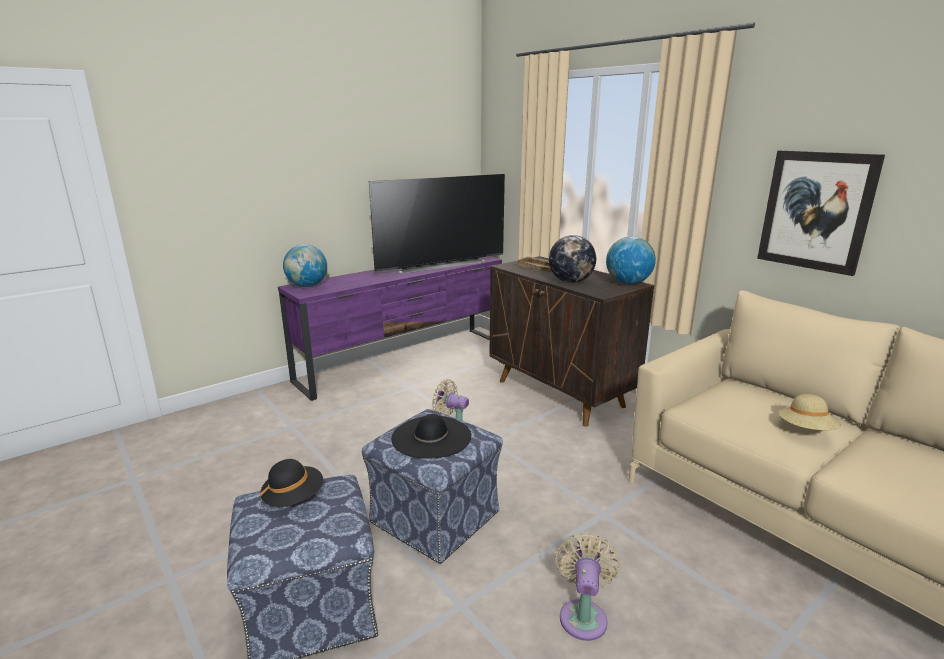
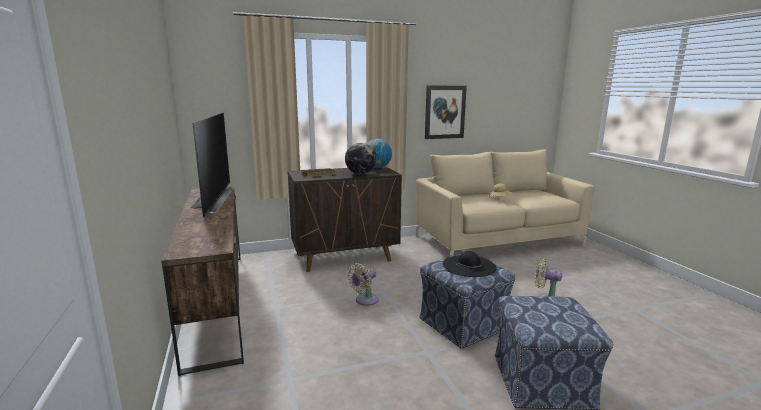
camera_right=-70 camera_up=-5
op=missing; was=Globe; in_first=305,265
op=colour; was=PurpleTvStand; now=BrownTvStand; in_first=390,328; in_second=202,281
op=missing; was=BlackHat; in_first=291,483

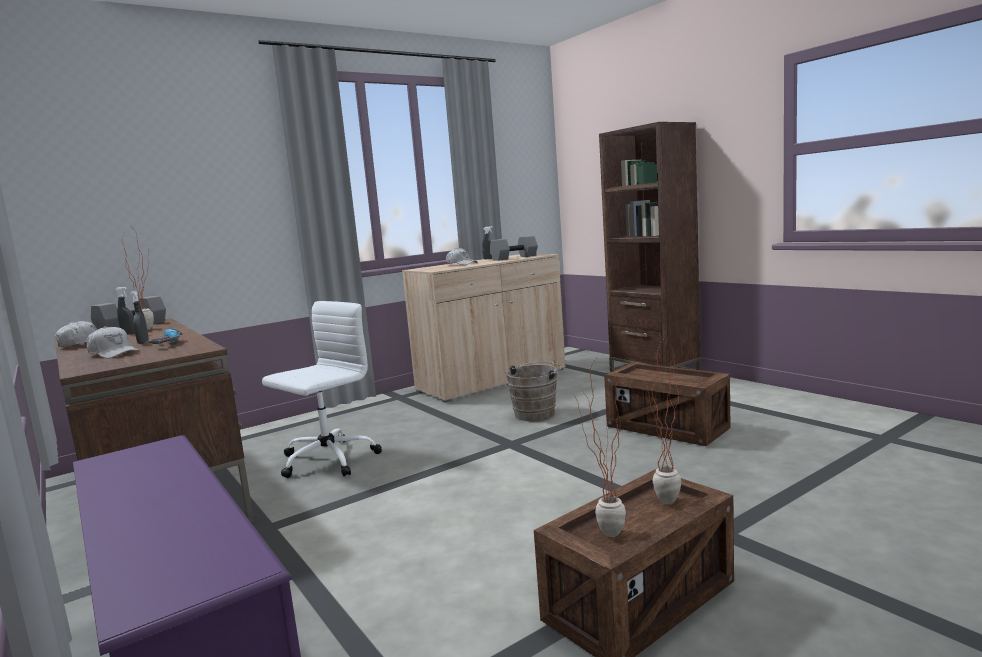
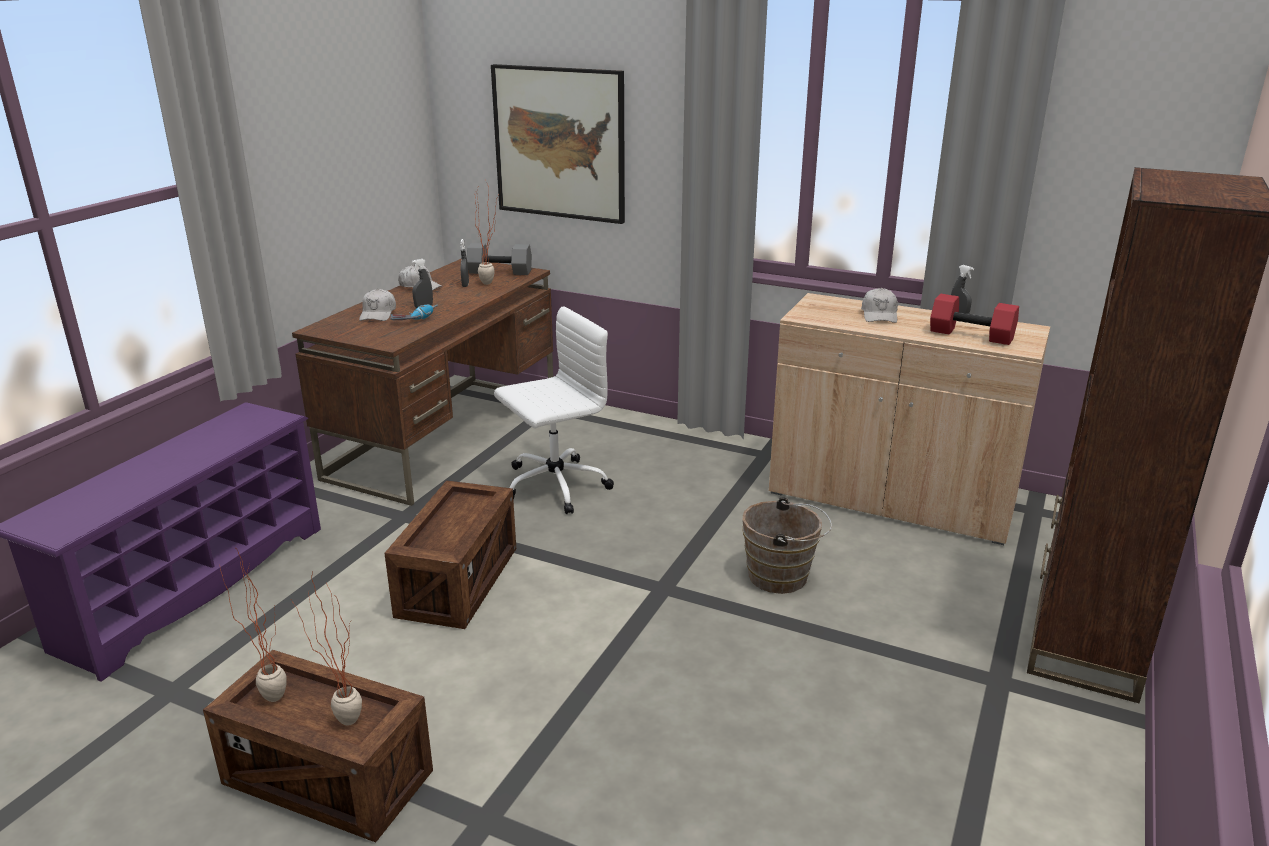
camera_right=60 camera_up=15
op=colour; was=GreyDumbbell; now=RedDumbbell; in_first=513,248; in_second=974,319
op=spun; was=WhiteOfficeChair; in_first=322,389; in_second=554,410; clockwise=-45
op=relocated; was=Crate; in_first=667,404; in_second=450,554
op=appeared; now=Picture; in_second=558,144

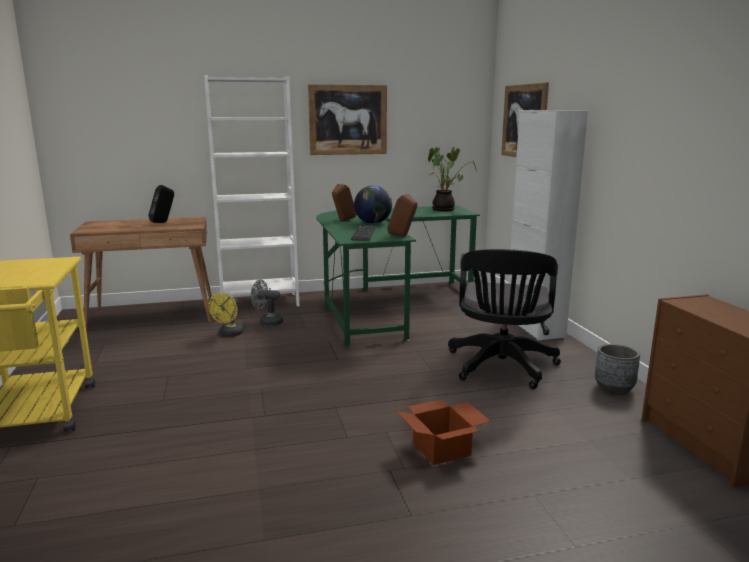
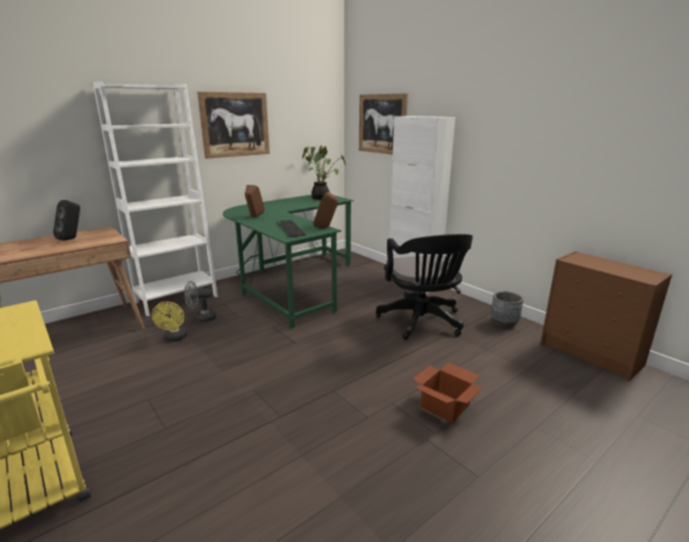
camera_right=-25 camera_up=5
op=missing; was=Globe; in_first=373,205

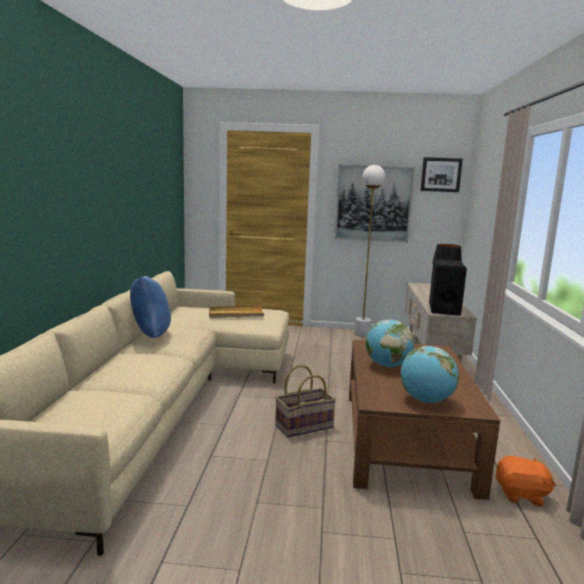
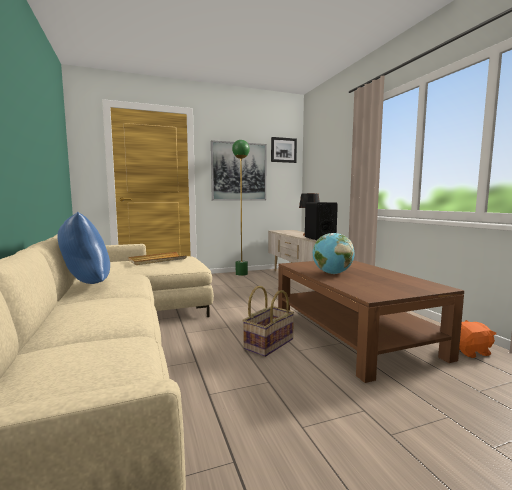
camera_right=-25 camera_up=-5
op=colour; was=WhiteFloorLamp; now=GreenFloorLamp; in_first=370,251; in_second=241,208
op=missing; was=Globe; in_first=430,374

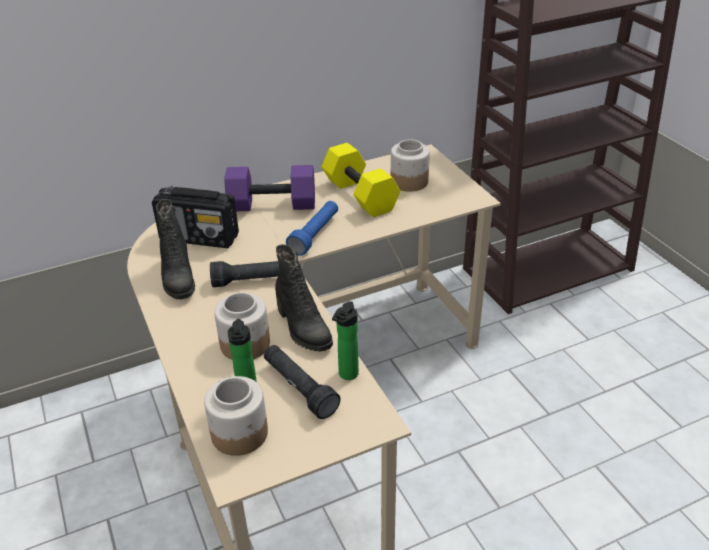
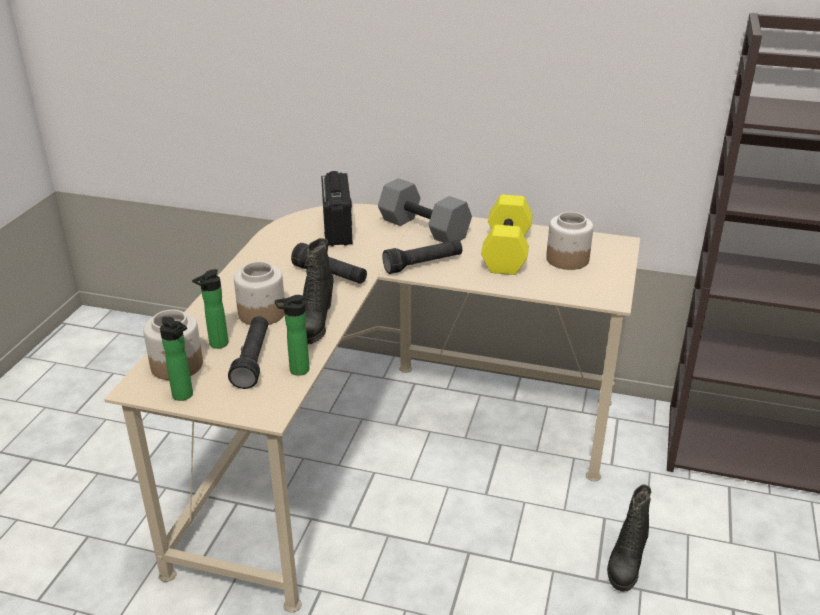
camera_right=40 camera_up=-5
op=colour; was=PurpleDumbbell; now=GreyDumbbell; in_first=269,188; in_second=425,210
op=spun; was=Radio; in_first=195,217; in_second=336,208; clockwise=-150
op=relocated; was=BlackBoot; in_first=175,249; in_second=629,538
op=colour; was=BlueFlashlight; now=BlackFlashlight; in_first=312,228; in_second=422,257
op=appeared; now=Bottle; in_second=176,359

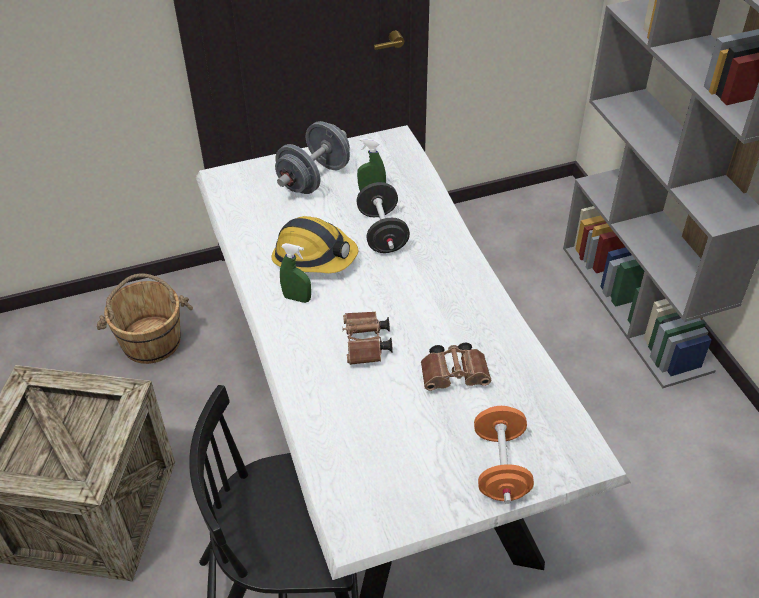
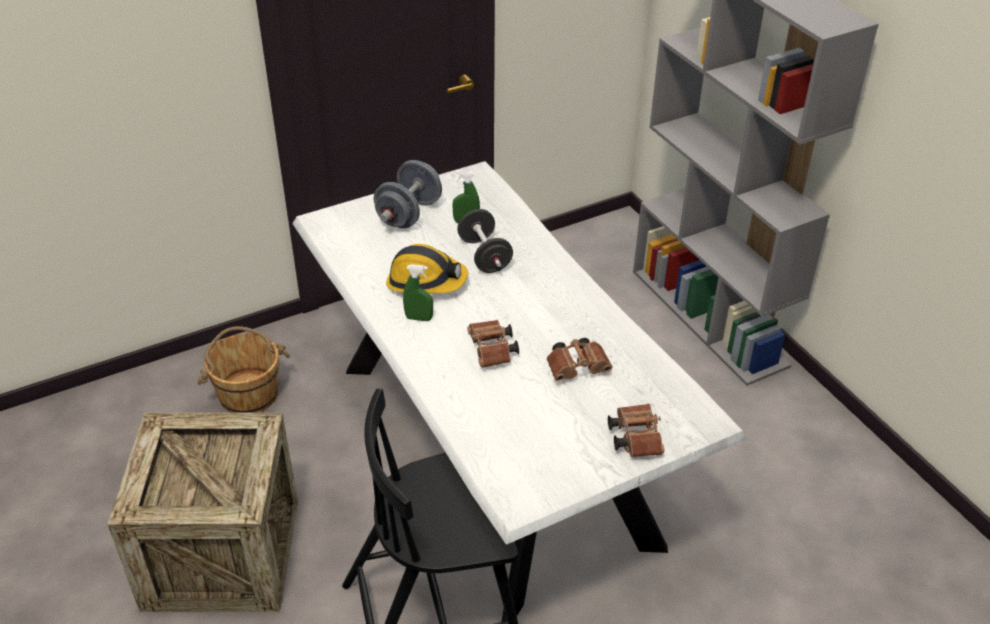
camera_right=-10 camera_up=-5
op=exchanged; was=OrangeDumbbell; now=BrownBinoculars; in_first=504,455; in_second=636,430

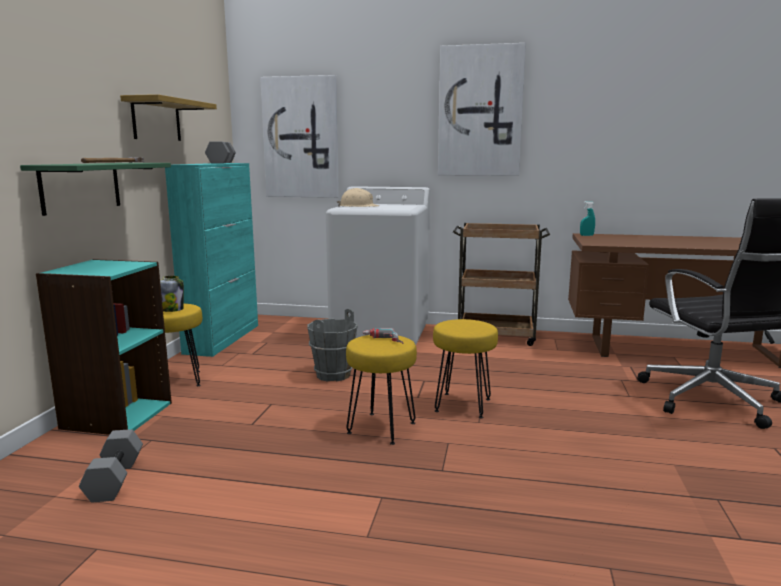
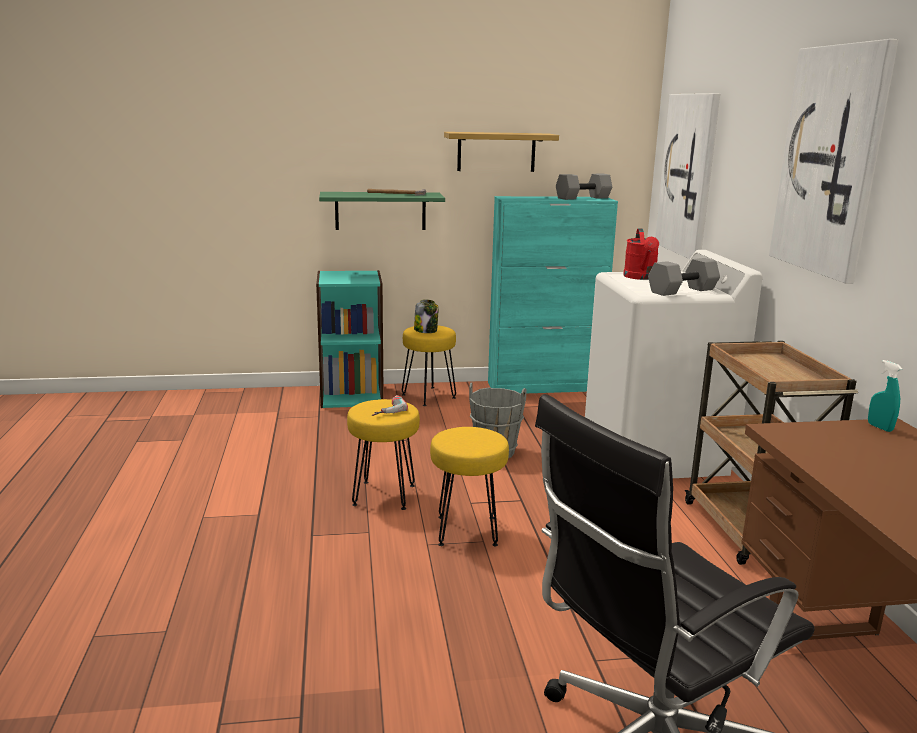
camera_right=70 camera_up=5
op=exchanged; was=BeigeHardHat; now=RedWateringCan; in_first=358,197; in_second=641,254
op=relocated; was=GreyDumbbell; in_first=111,465; in_second=684,277

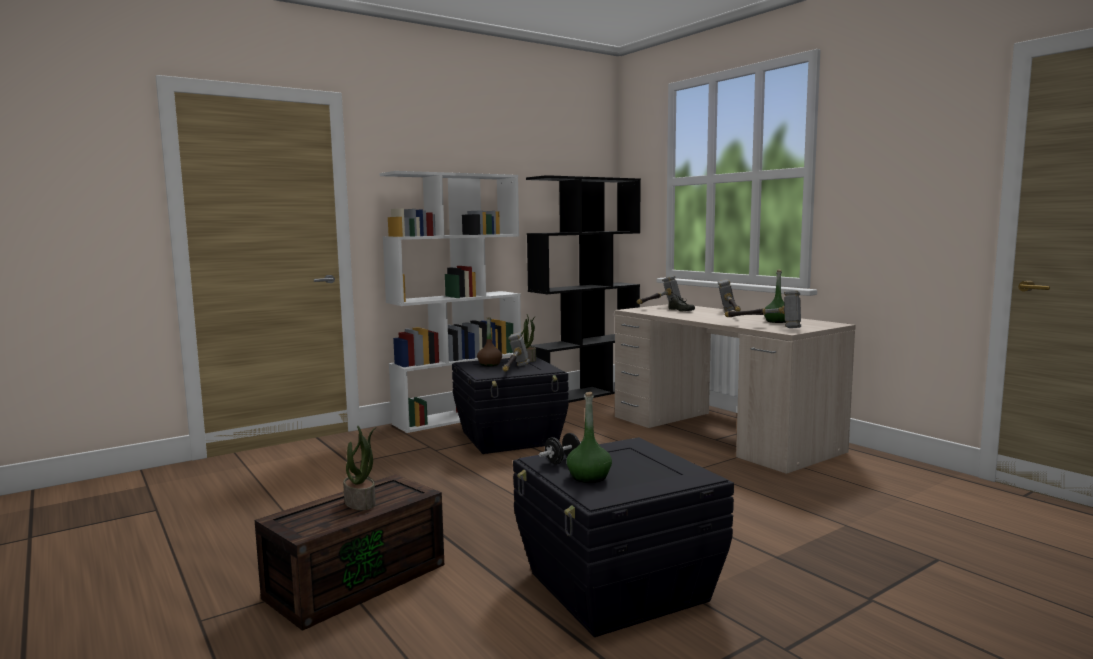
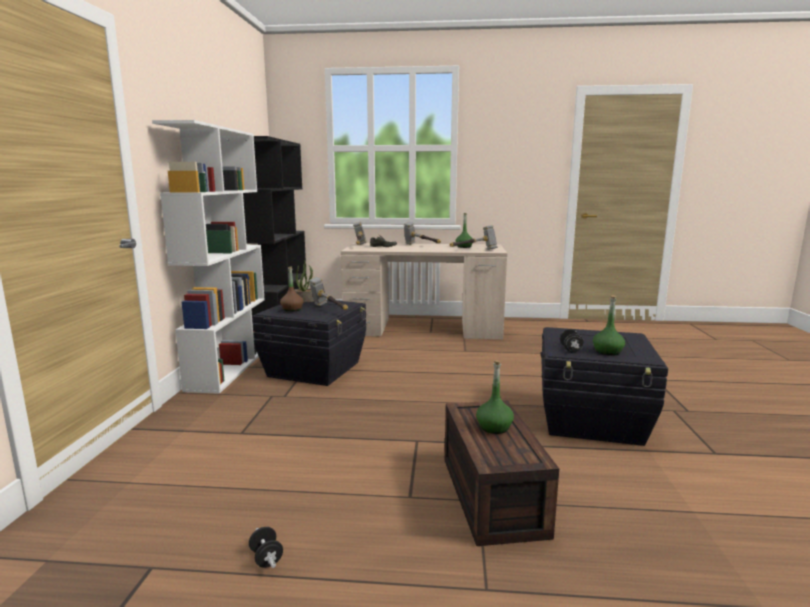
camera_right=-50 camera_up=5
op=exchanged; was=PottedPlant; now=GreenBottle; in_first=359,467; in_second=495,397
op=appeared; now=BlackDumbbell; in_second=266,547

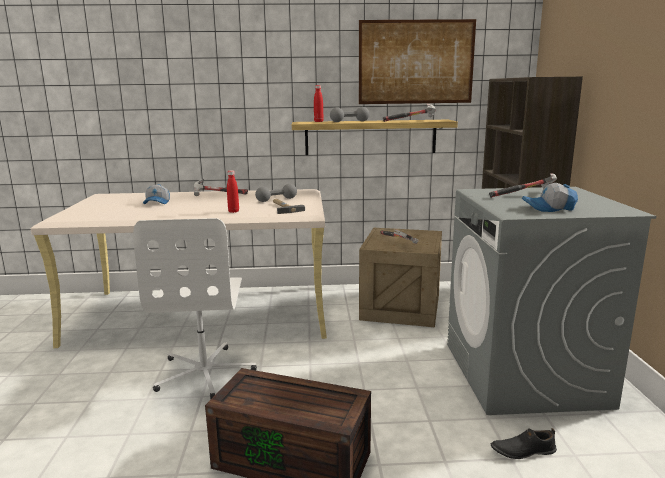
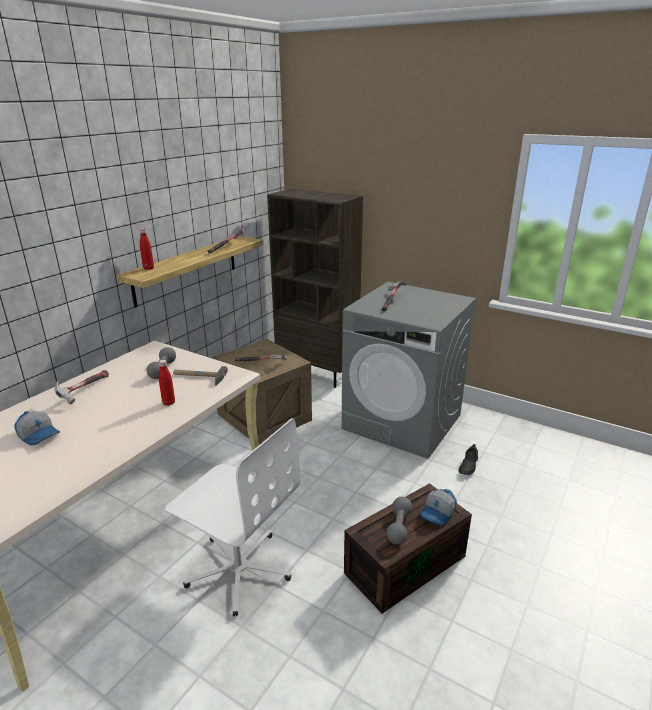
camera_right=-55 camera_up=10
op=missing; was=Picture; in_first=417,61
op=relocated; was=GreyDumbbell; in_first=350,114; in_second=399,521
op=relocated; was=Cap; in_first=550,197; in_second=438,507

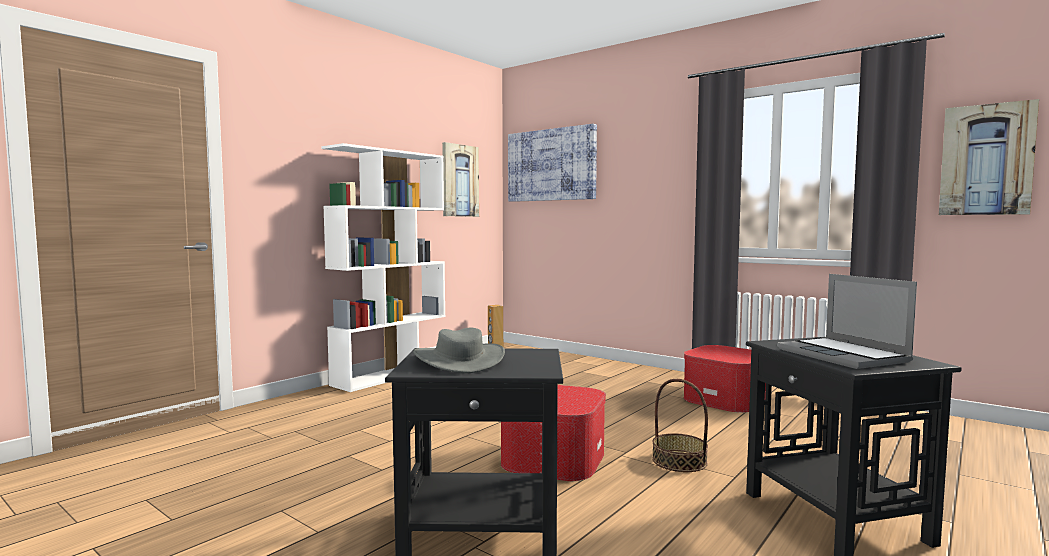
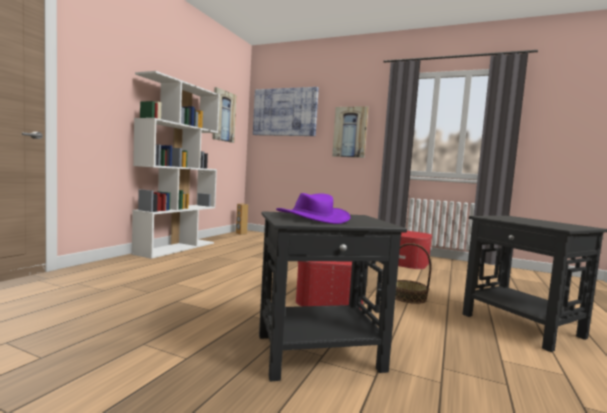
camera_right=-15 camera_up=0
op=relocated; was=Picture; in_first=989,157; in_second=350,132
op=missing; was=Laptop; in_first=847,321
op=colour; was=GreyHat; now=PurpleHat; in_first=459,350; in_second=313,208

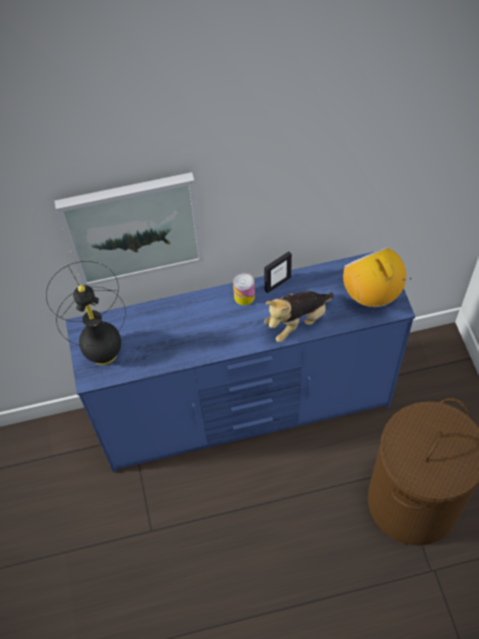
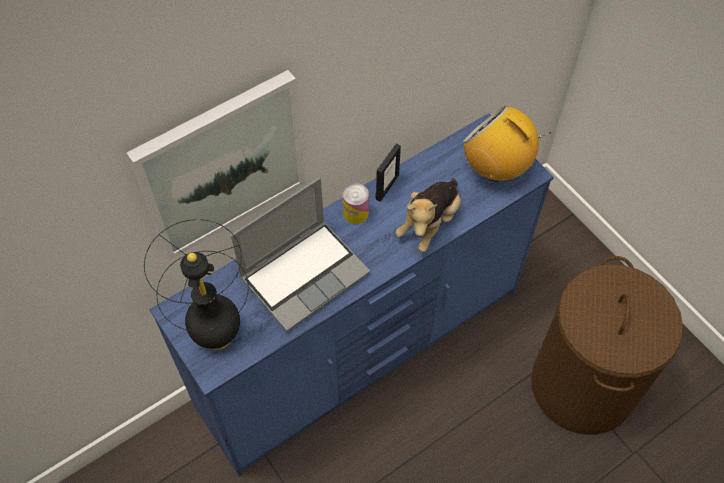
camera_right=-25 camera_up=0
op=appeared; now=Laptop; in_second=300,254

